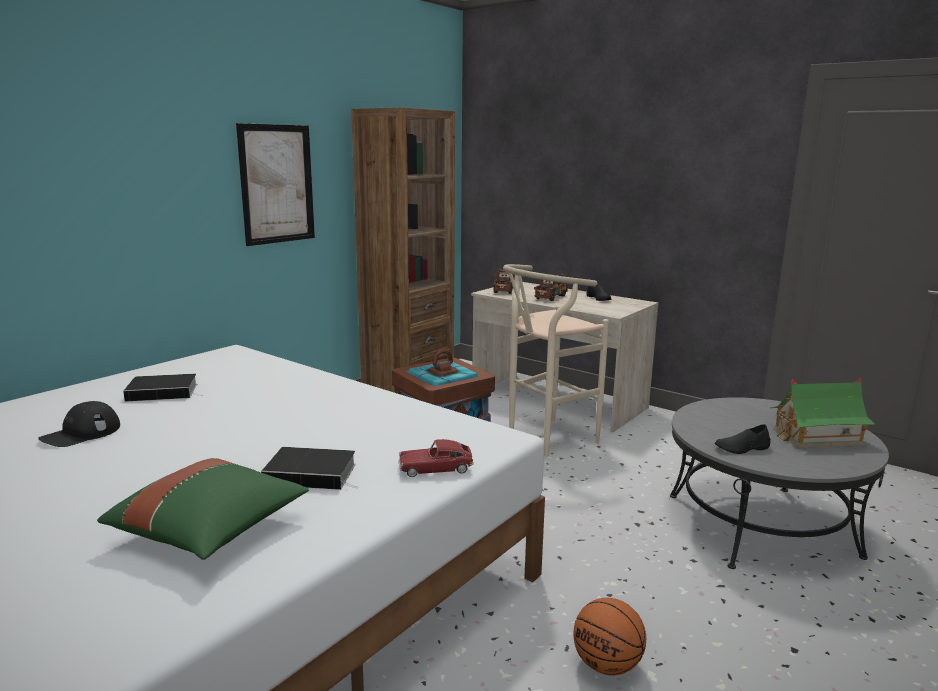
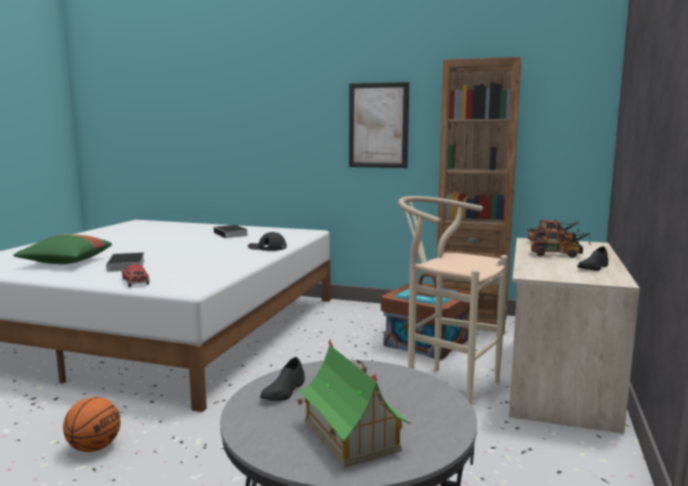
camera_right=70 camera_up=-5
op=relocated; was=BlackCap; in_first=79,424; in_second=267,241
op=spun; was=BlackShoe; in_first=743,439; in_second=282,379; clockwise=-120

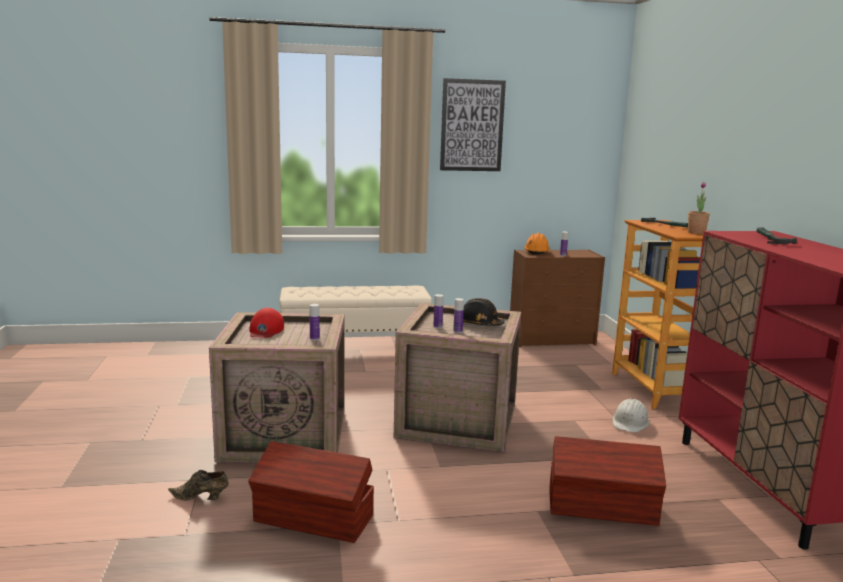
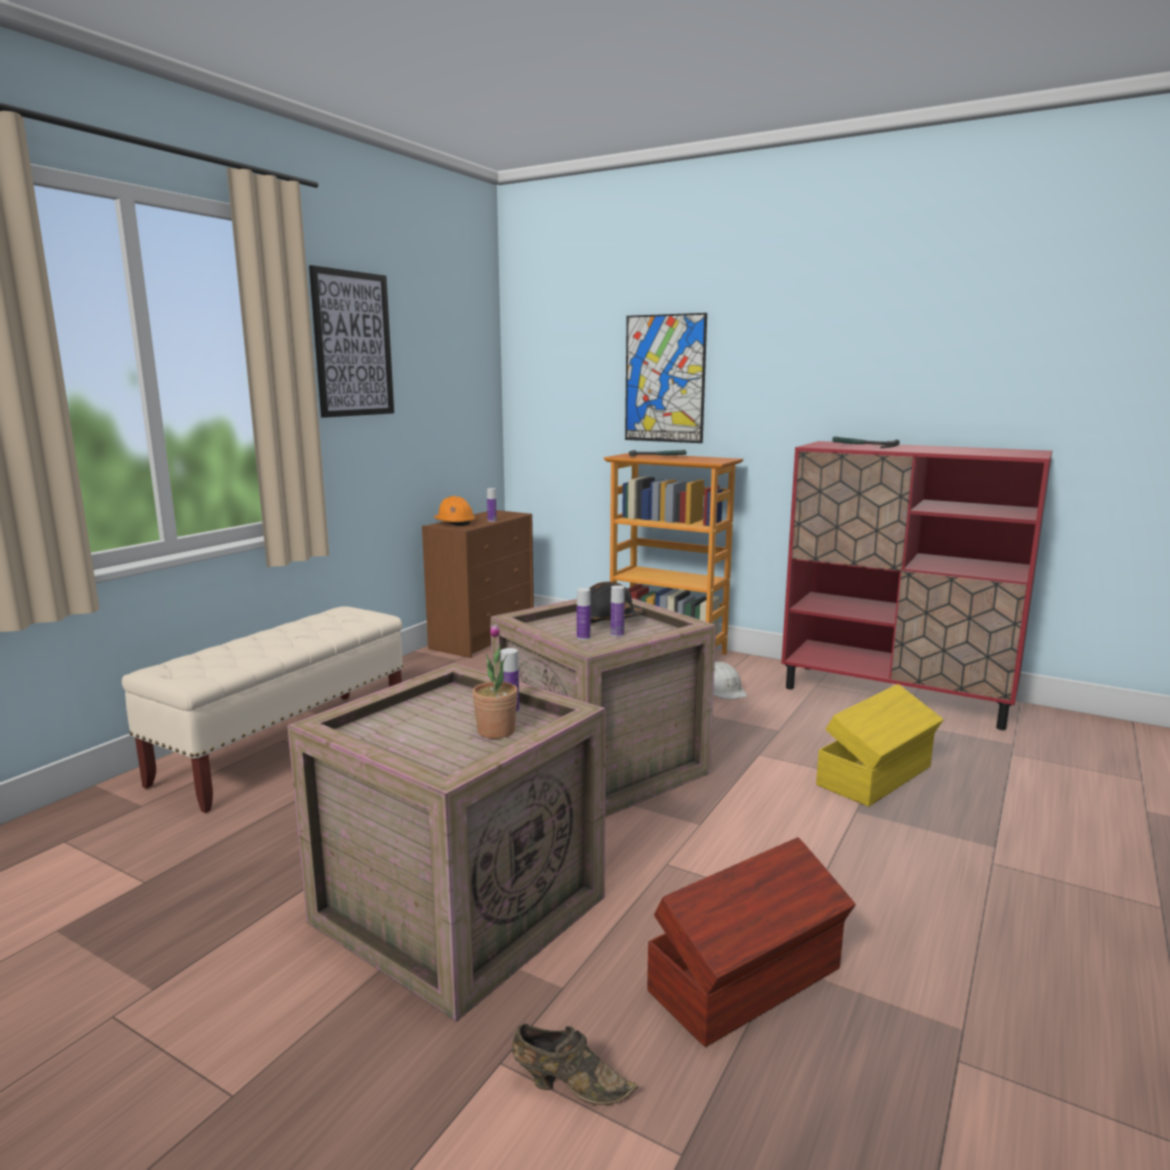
camera_right=-50 camera_up=0
op=relocated; was=PottedPlant; in_first=699,208; in_second=495,681
op=missing; was=RedCap; in_first=266,323
op=colour; was=BrownStorageBox; now=YellowStorageBox; in_first=608,481; in_second=880,745
op=spun; was=BrownShoe; in_first=198,485; in_second=575,1064; clockwise=-120
op=appeared; now=Picture; in_second=666,378

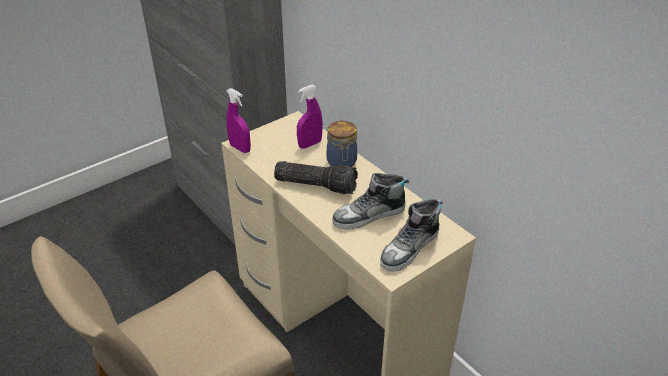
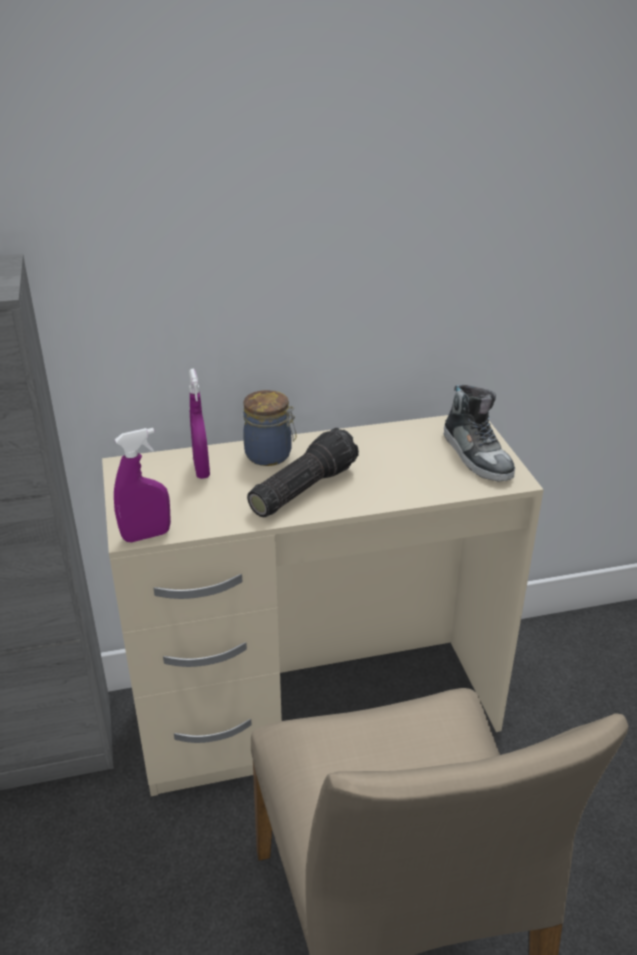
camera_right=-65 camera_up=-5
op=missing; was=Shoe; in_first=370,201

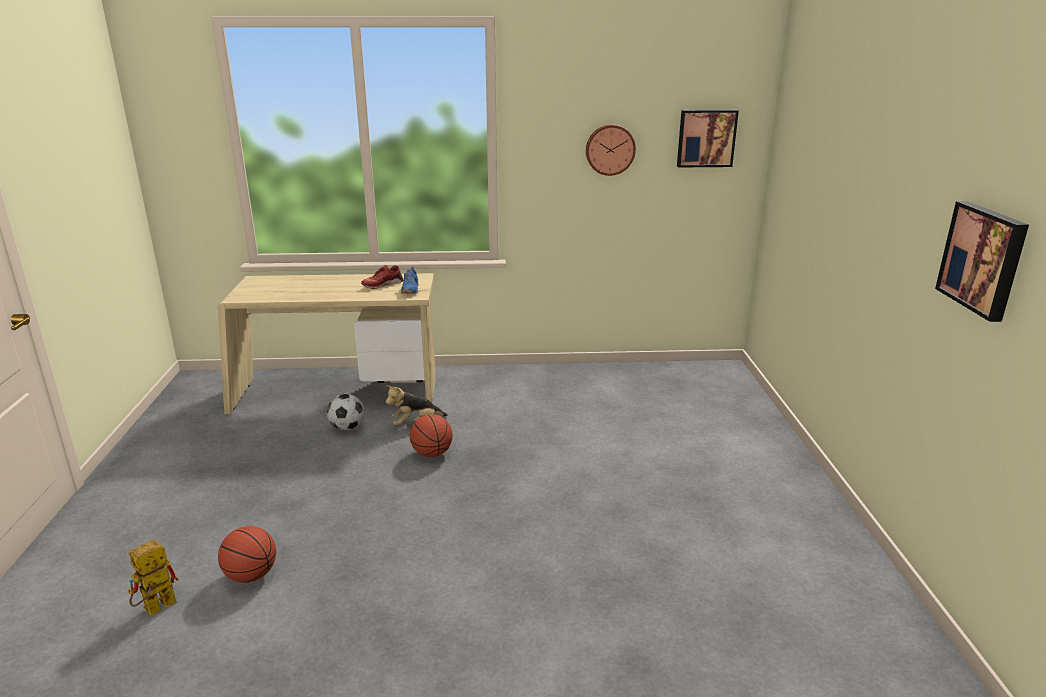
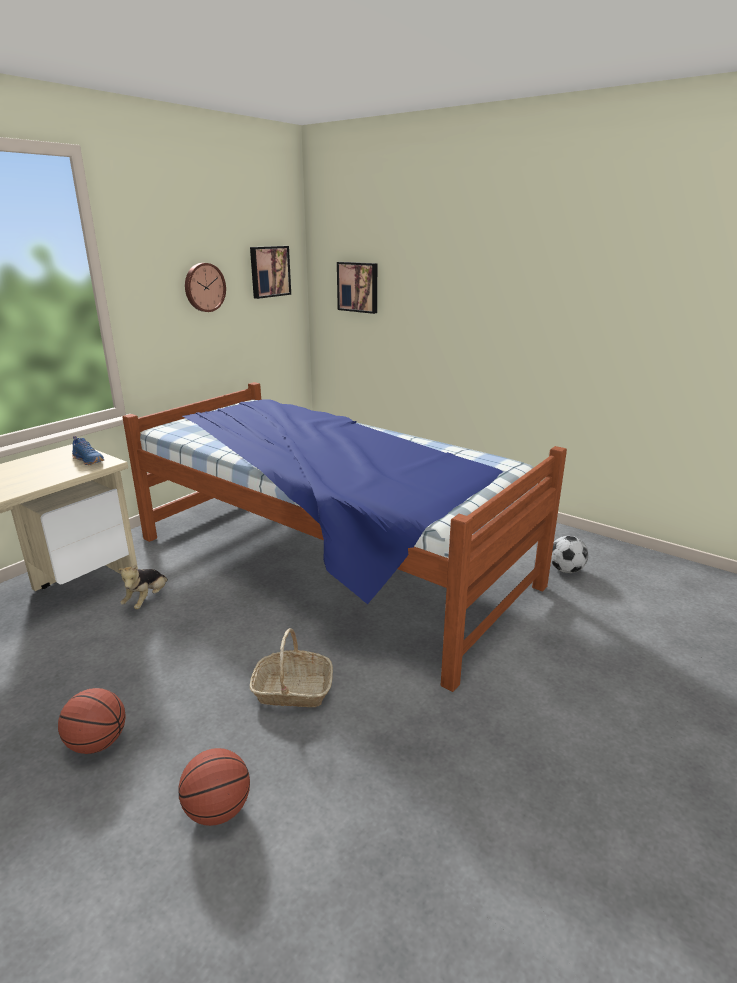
camera_right=-50 camera_up=0
op=relocated; was=Picture; in_first=982,261; in_second=357,288
op=missing; was=RedShoe; in_first=382,277
op=relocated; was=Football; in_first=345,412; in_second=569,554
op=relocated; was=Basketball; in_first=431,435; in_second=92,721
op=missing; was=ToyRobot; in_first=153,577
op=appeared; now=Bed; in_second=345,537
op=appeared; now=Basket; in_second=291,667

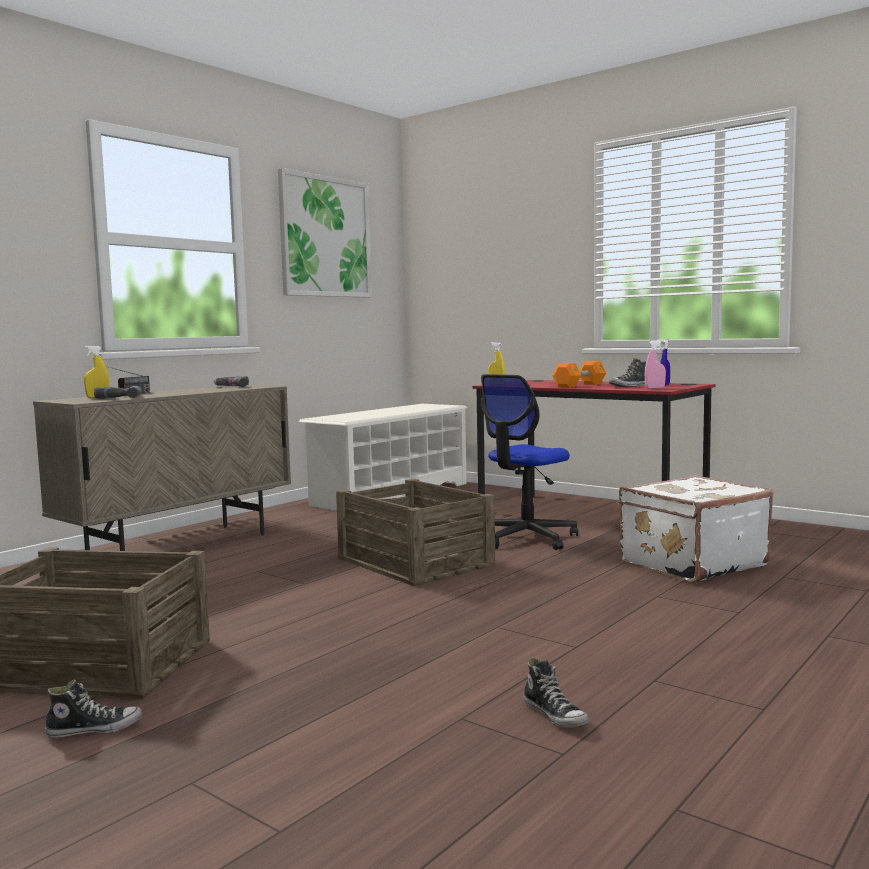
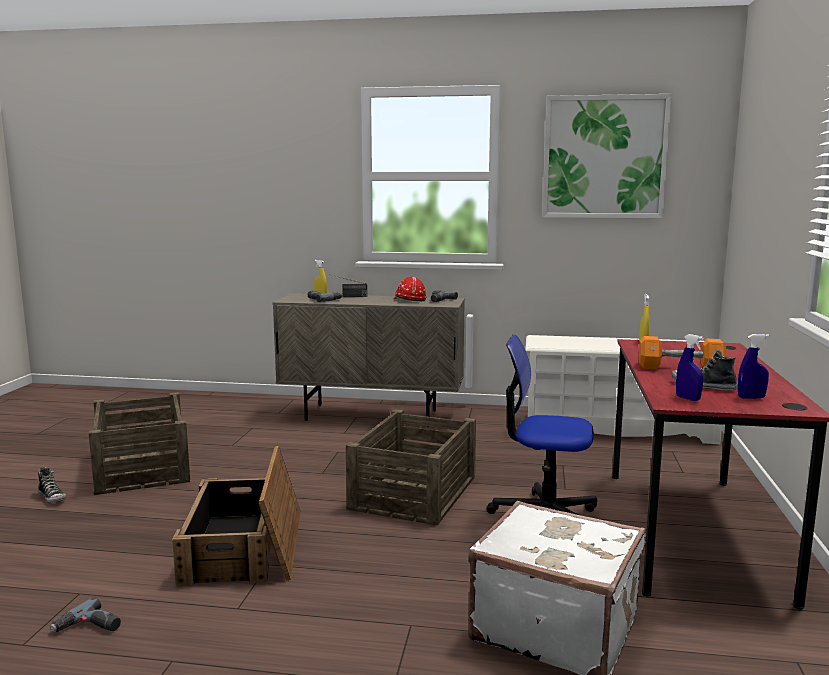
camera_right=60 camera_up=5
op=colour; was=PinkSprayBottle; now=BlueSprayBottle; in_first=655,364; in_second=689,367
op=exchanged; was=Shoe; now=PowerDrill; in_first=556,692; in_second=85,614
op=appeared; now=RedHardHat; in_second=410,289
op=appeared; now=Crate; in_second=236,515

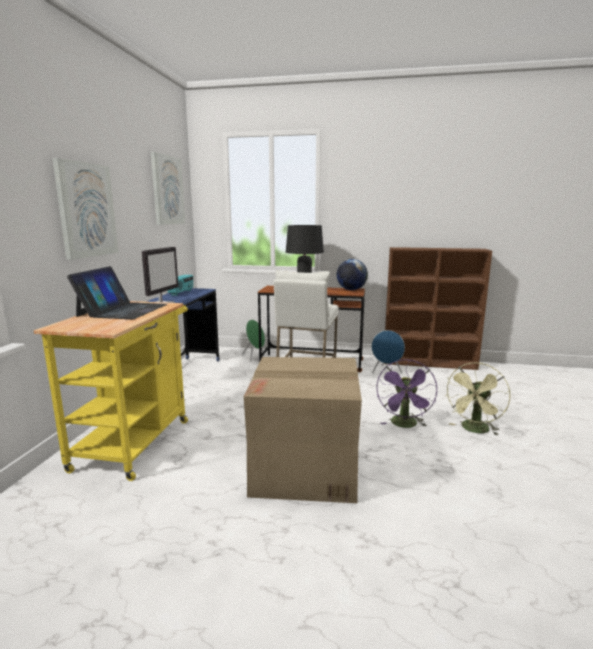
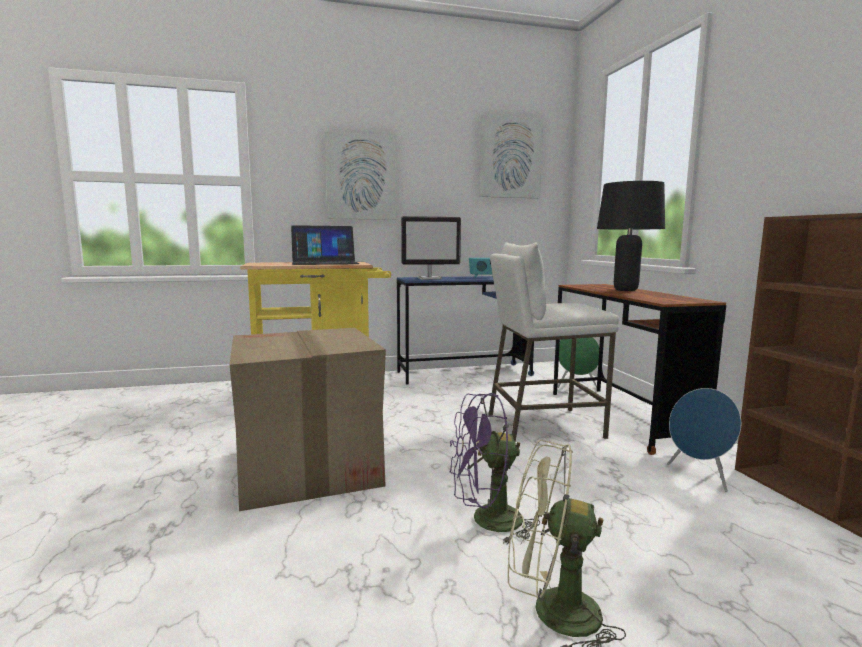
camera_right=65 camera_up=-5
op=missing; was=Globe; in_first=352,274

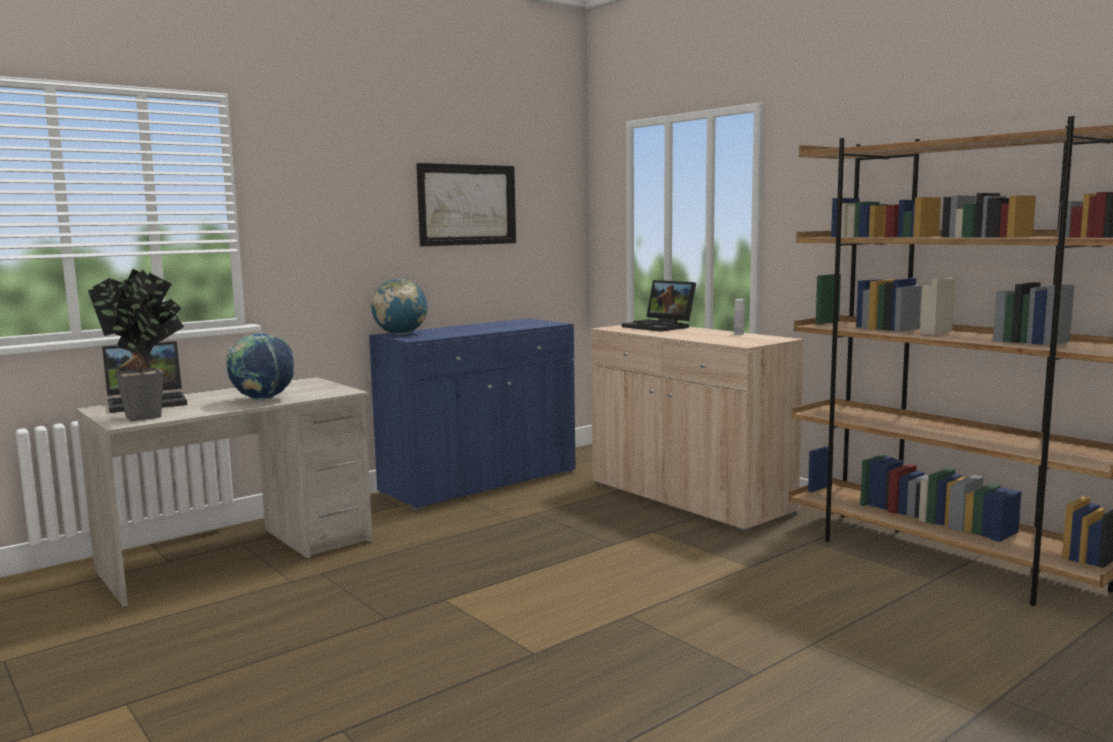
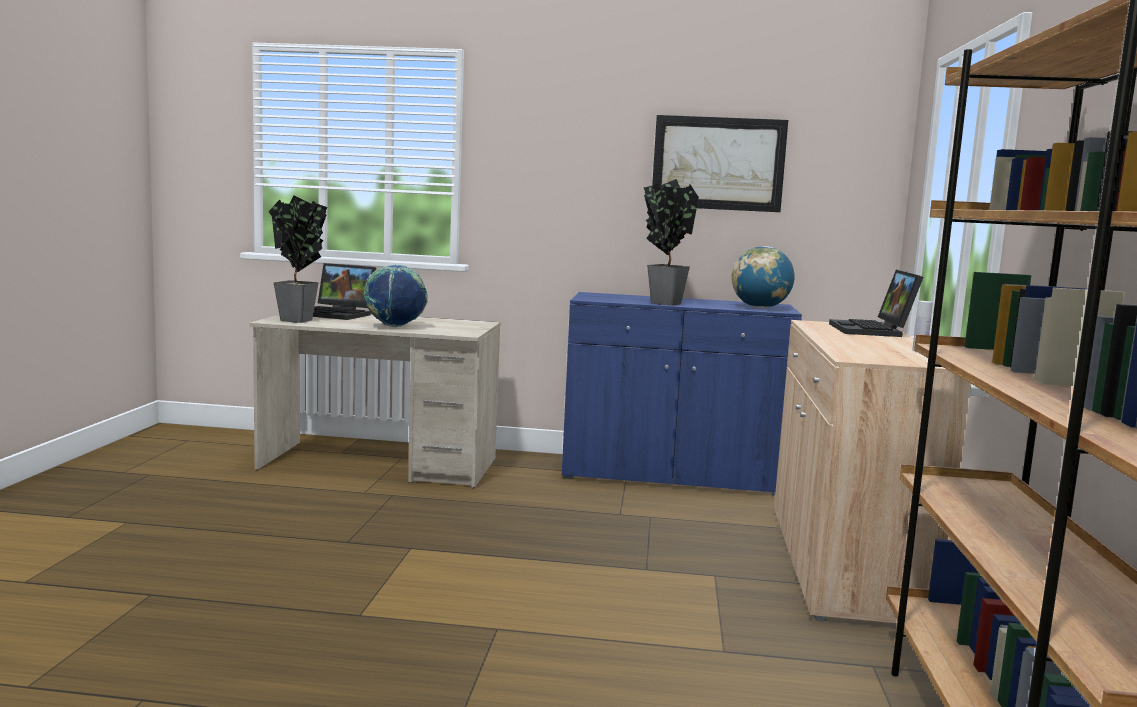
camera_right=45 camera_up=0
op=relocated; was=Globe; in_first=399,306; in_second=763,277
op=appeared; now=PottedPlant; in_second=671,242

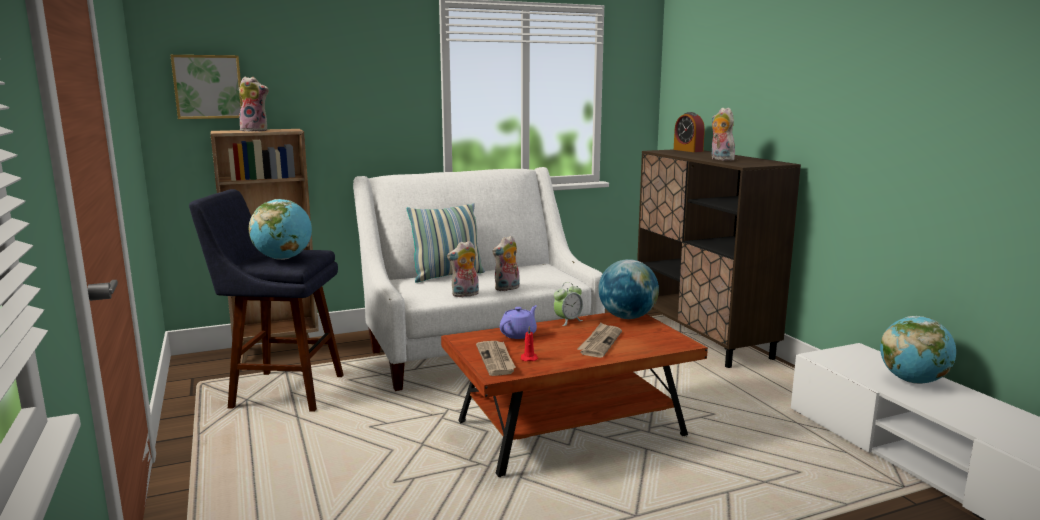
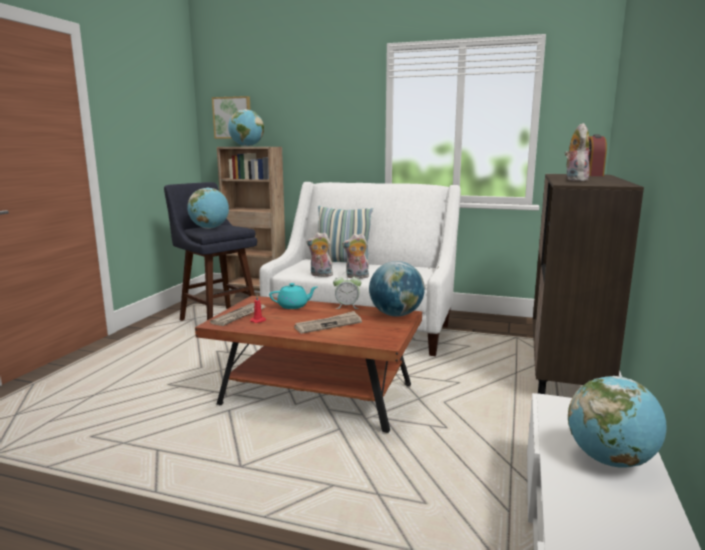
camera_right=40 camera_up=0
op=exchanged; was=PlushToy; now=Globe; in_first=253,104; in_second=246,128
op=colour; was=PurpleTeapot; now=TurquoiseTeapot; in_first=518,322; in_second=293,296

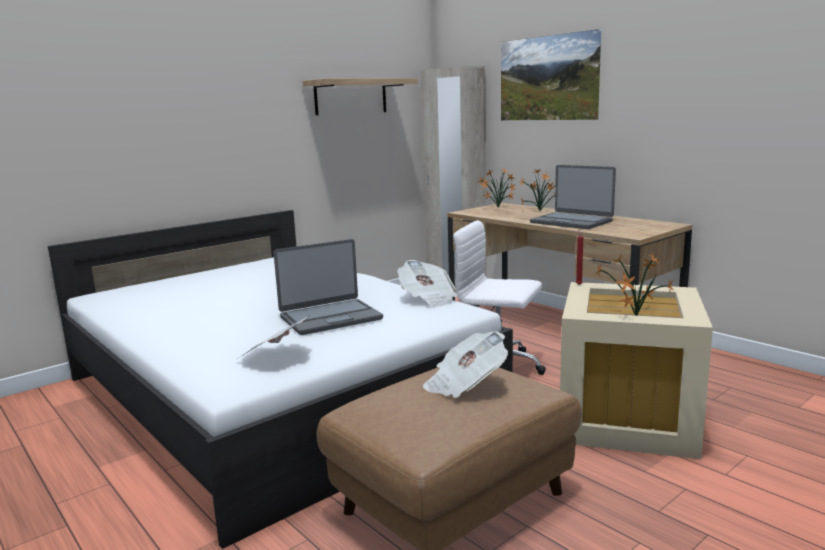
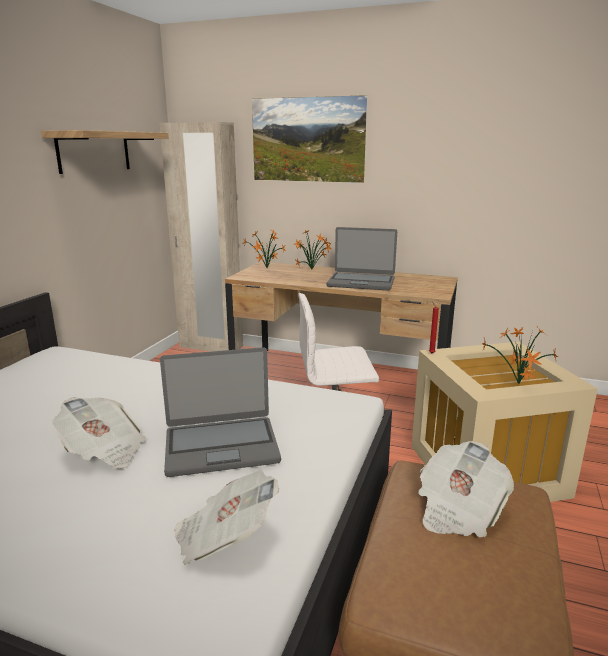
camera_right=-30 camera_up=5
op=spun; was=Laptop; in_first=328,287; in_second=220,412; clockwise=45
op=relocated; was=Newspaper; in_first=427,283; in_second=99,433

